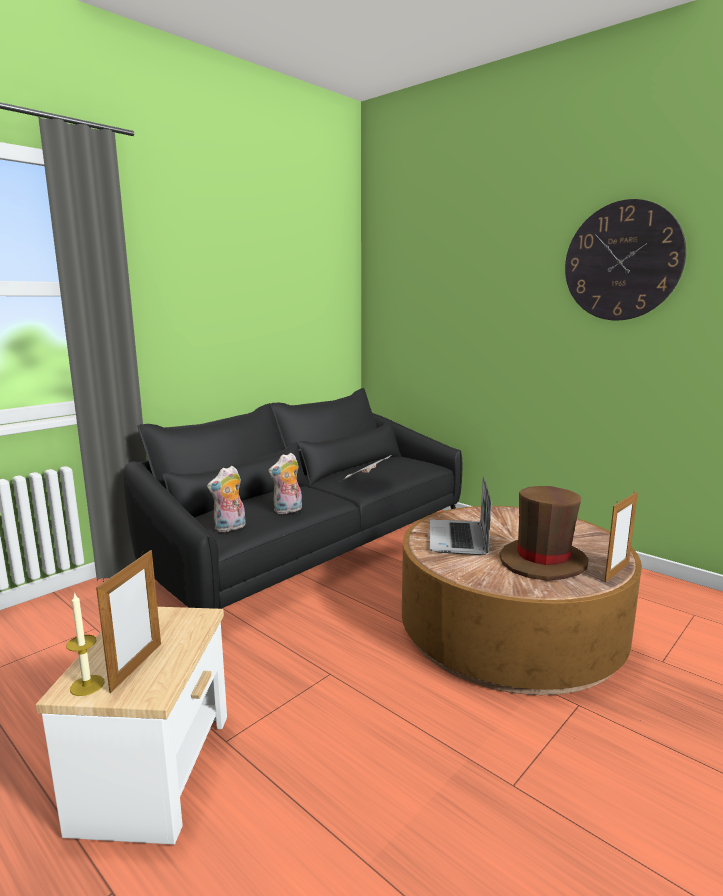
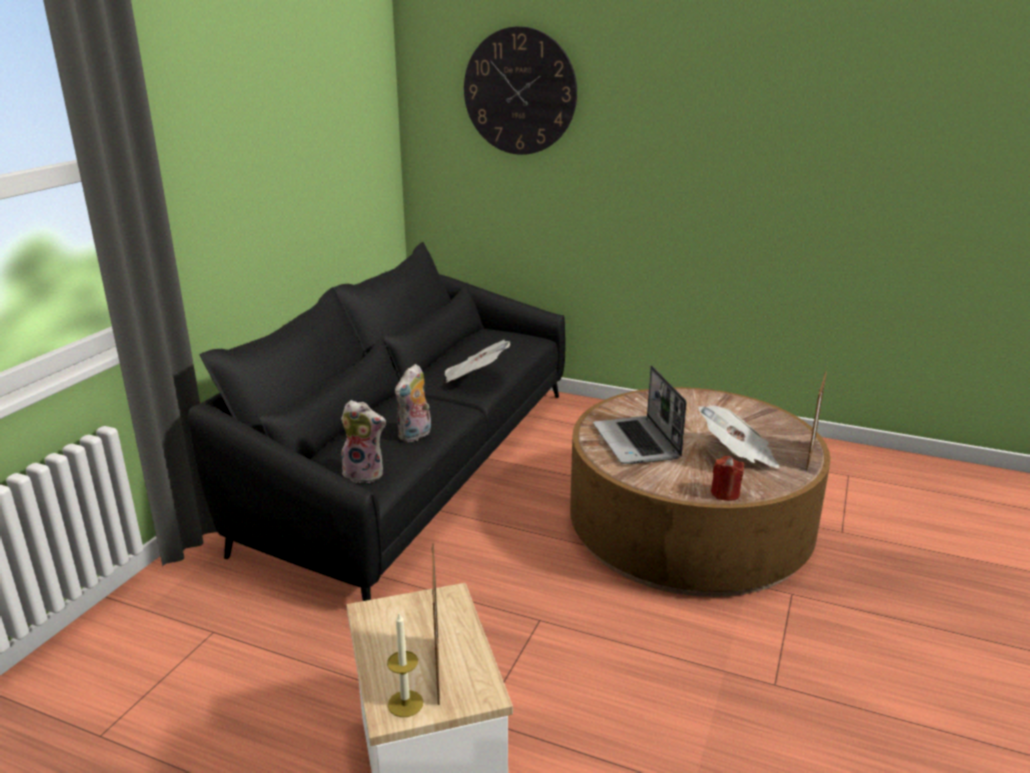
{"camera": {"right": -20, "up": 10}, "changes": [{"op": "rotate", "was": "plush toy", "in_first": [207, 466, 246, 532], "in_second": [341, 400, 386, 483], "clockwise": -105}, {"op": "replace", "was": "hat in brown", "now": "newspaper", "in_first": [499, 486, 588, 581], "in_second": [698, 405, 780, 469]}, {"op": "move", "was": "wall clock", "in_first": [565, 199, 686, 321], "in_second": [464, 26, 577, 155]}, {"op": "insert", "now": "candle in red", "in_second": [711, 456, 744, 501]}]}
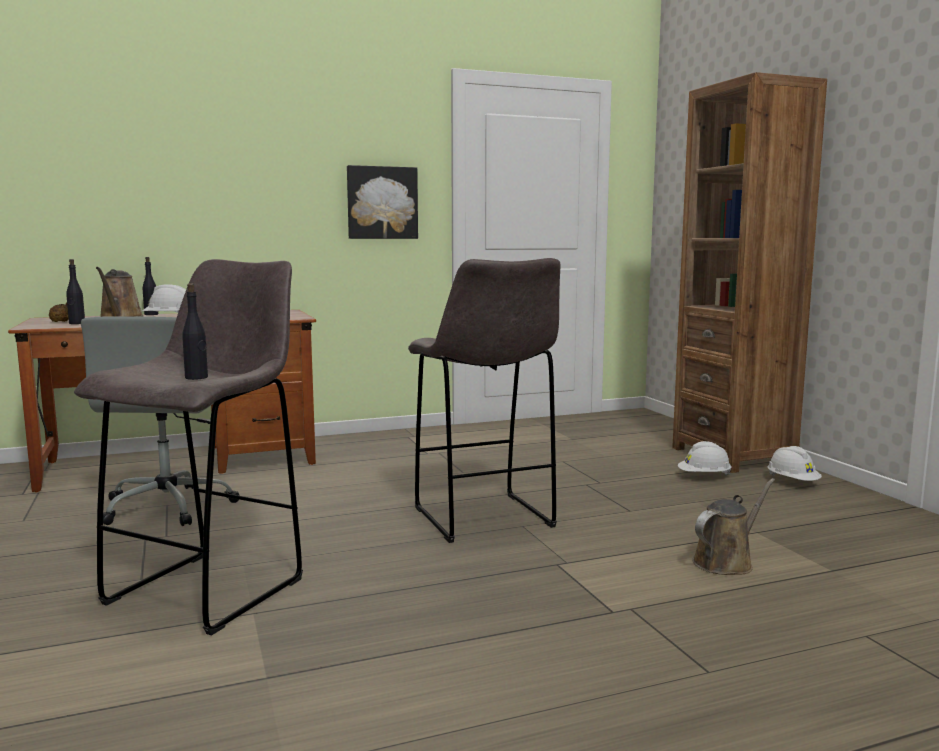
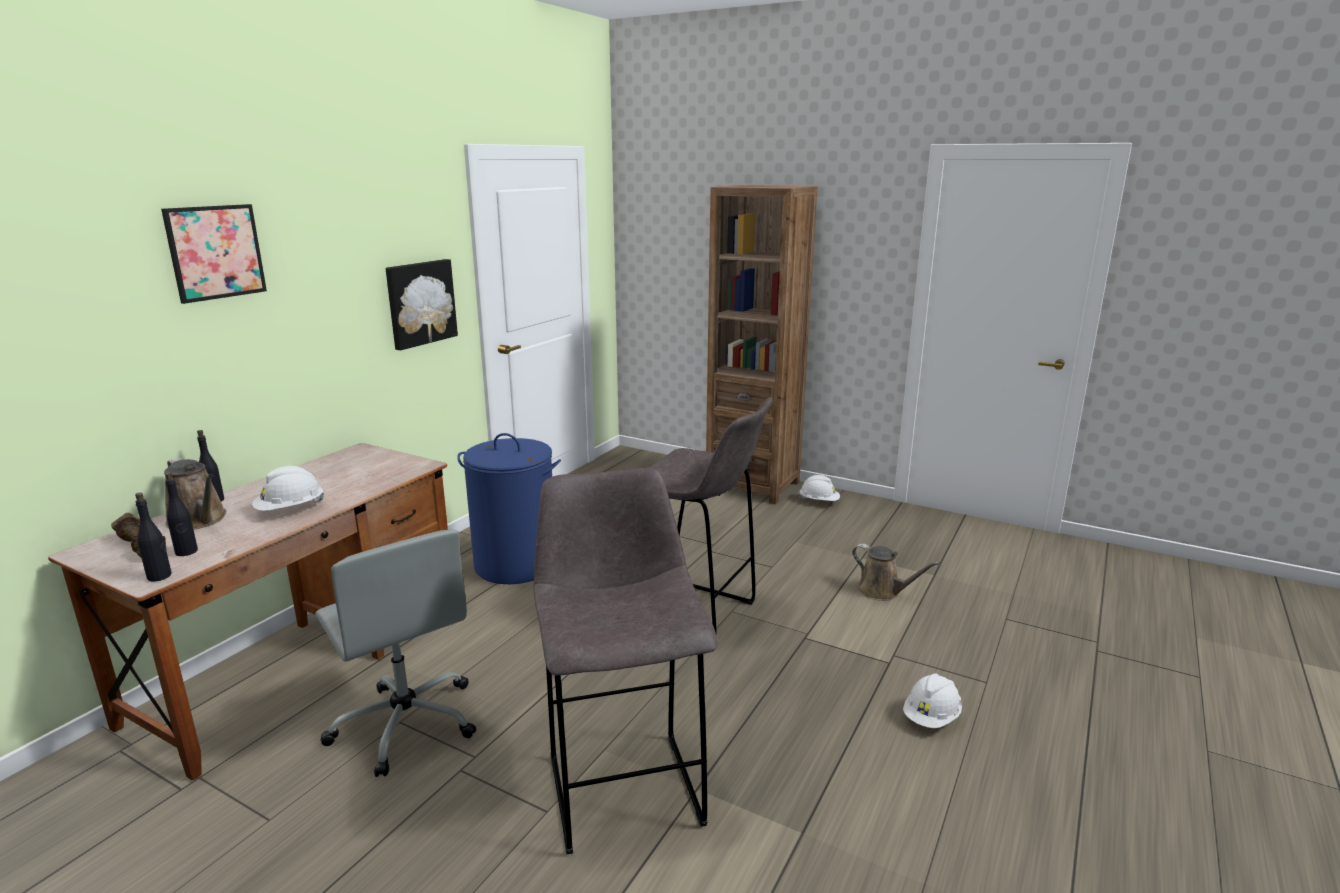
{"camera": {"right": -40, "up": 10}, "changes": [{"op": "move", "was": "bottle in black", "in_first": [182, 283, 208, 380], "in_second": [135, 492, 172, 581]}, {"op": "move", "was": "hard hat in white", "in_first": [678, 441, 732, 476], "in_second": [903, 674, 962, 728]}, {"op": "rotate", "was": "watering can in brown", "in_first": [692, 478, 775, 575], "in_second": [852, 544, 940, 601], "clockwise": 120}, {"op": "insert", "now": "picture", "in_second": [161, 204, 267, 304]}, {"op": "insert", "now": "laundry basket in blue", "in_second": [457, 433, 561, 584]}]}
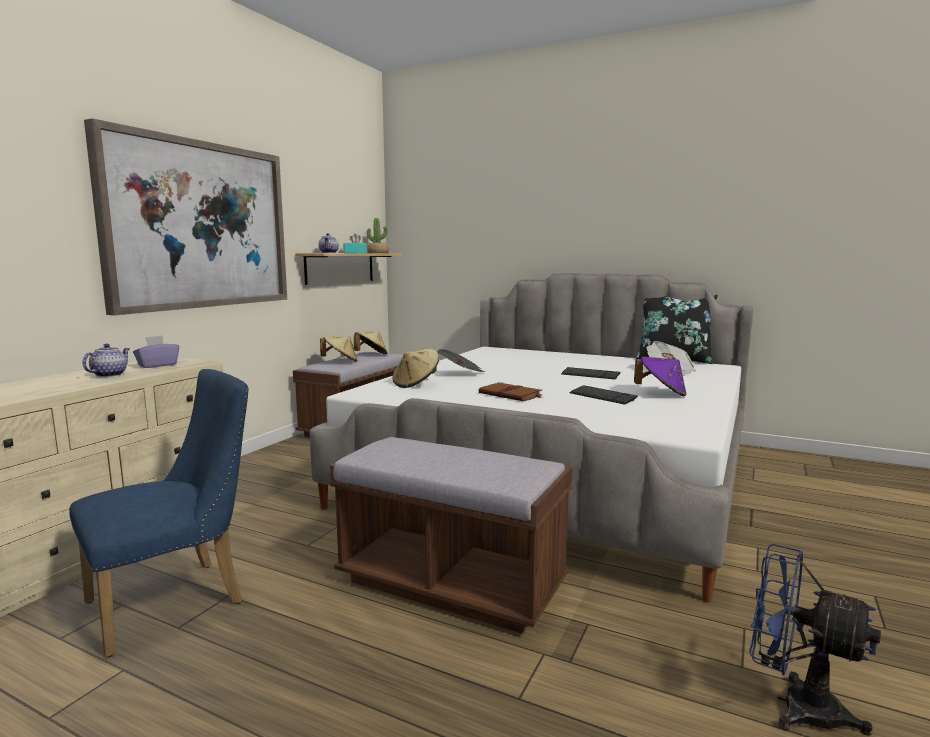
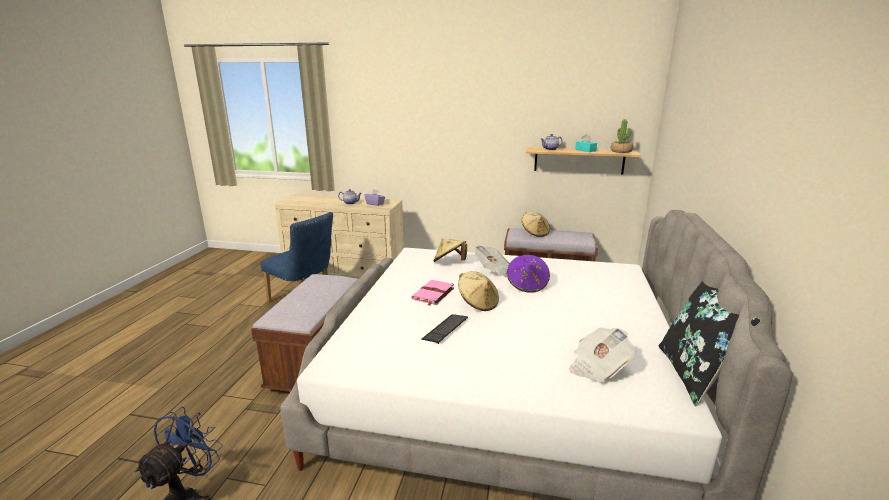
{"camera": {"right": 75, "up": 10}, "changes": [{"op": "delete", "was": "picture", "in_first": [84, 118, 287, 315]}, {"op": "move", "was": "hat in beige", "in_first": [354, 331, 388, 354], "in_second": [458, 271, 499, 311]}, {"op": "recolor", "was": "book in brown", "now": "book in pink", "in_first": [478, 382, 542, 401], "in_second": [411, 280, 454, 306]}, {"op": "delete", "was": "keyboard", "in_first": [561, 367, 620, 380]}, {"op": "move", "was": "hat in purple", "in_first": [634, 356, 687, 396], "in_second": [507, 255, 550, 293]}]}
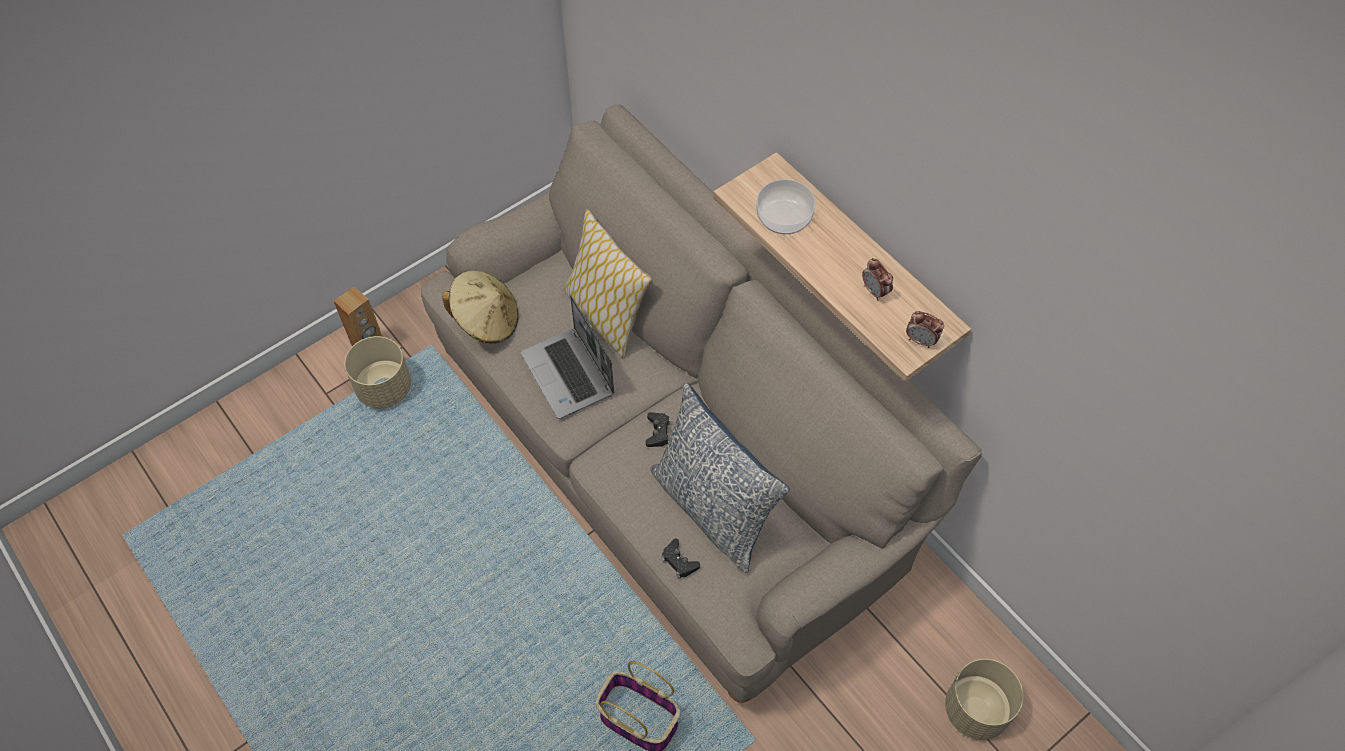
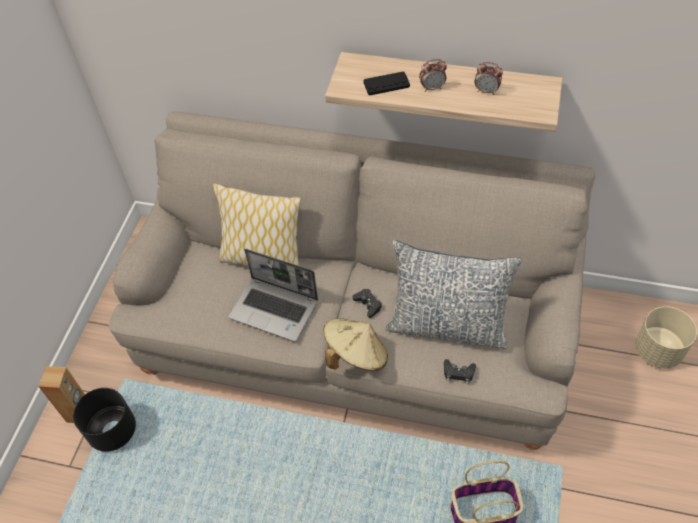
{"camera": {"right": -35, "up": -5}, "changes": [{"op": "recolor", "was": "planter in beige", "now": "planter in black", "in_first": [344, 336, 411, 408], "in_second": [73, 388, 136, 452]}, {"op": "move", "was": "hat in beige", "in_first": [442, 270, 519, 343], "in_second": [323, 318, 388, 371]}, {"op": "replace", "was": "bowl", "now": "game controller in black", "in_first": [756, 179, 816, 234], "in_second": [363, 72, 410, 95]}, {"op": "move", "was": "alarm clock", "in_first": [906, 311, 944, 348], "in_second": [419, 59, 447, 92]}]}
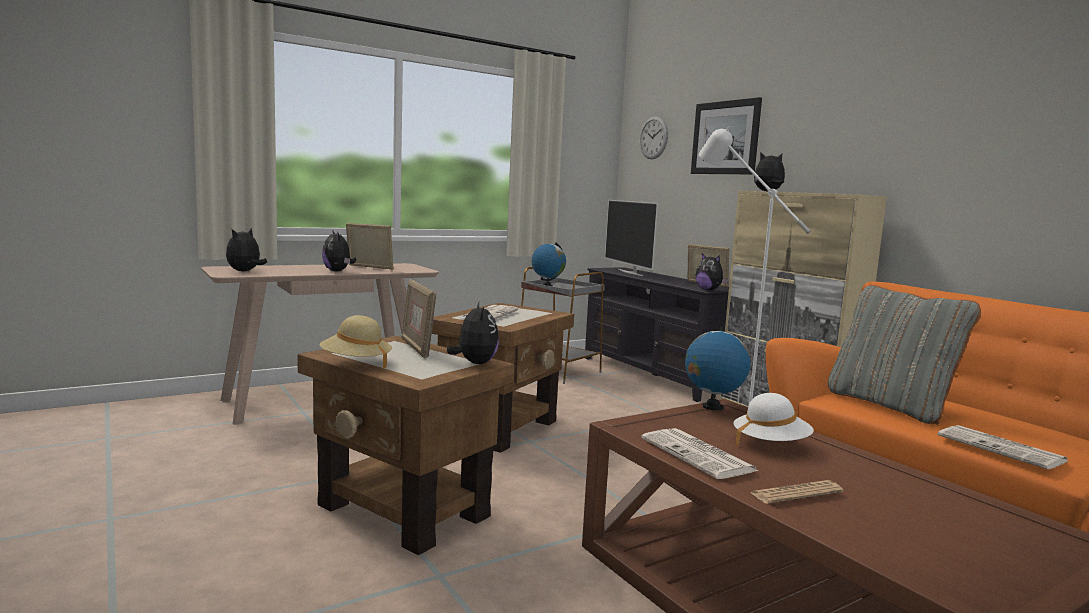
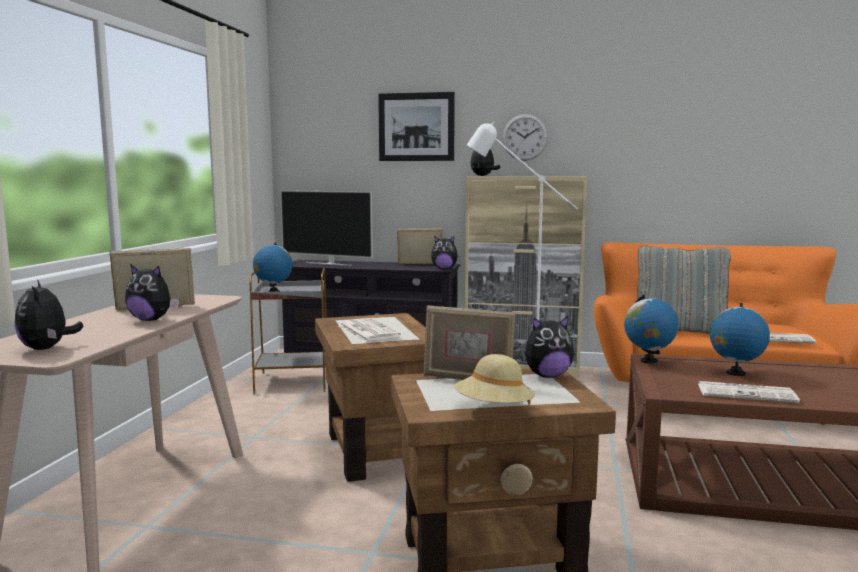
{"camera": {"right": -45, "up": 0}, "changes": [{"op": "rotate", "was": "plush toy", "in_first": [447, 301, 499, 364], "in_second": [525, 316, 574, 378], "clockwise": 135}, {"op": "move", "was": "wall clock", "in_first": [639, 116, 668, 159], "in_second": [502, 114, 548, 161]}, {"op": "replace", "was": "hat in white", "now": "globe", "in_first": [733, 393, 814, 447], "in_second": [710, 303, 770, 376]}, {"op": "delete", "was": "newspaper", "in_first": [751, 480, 844, 504]}]}
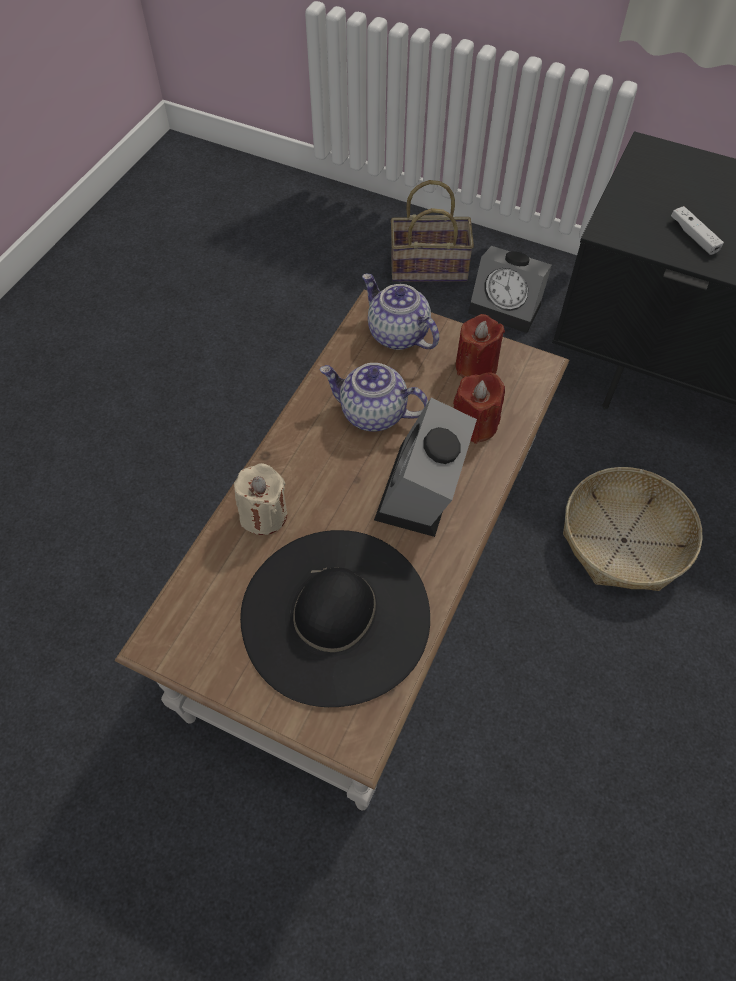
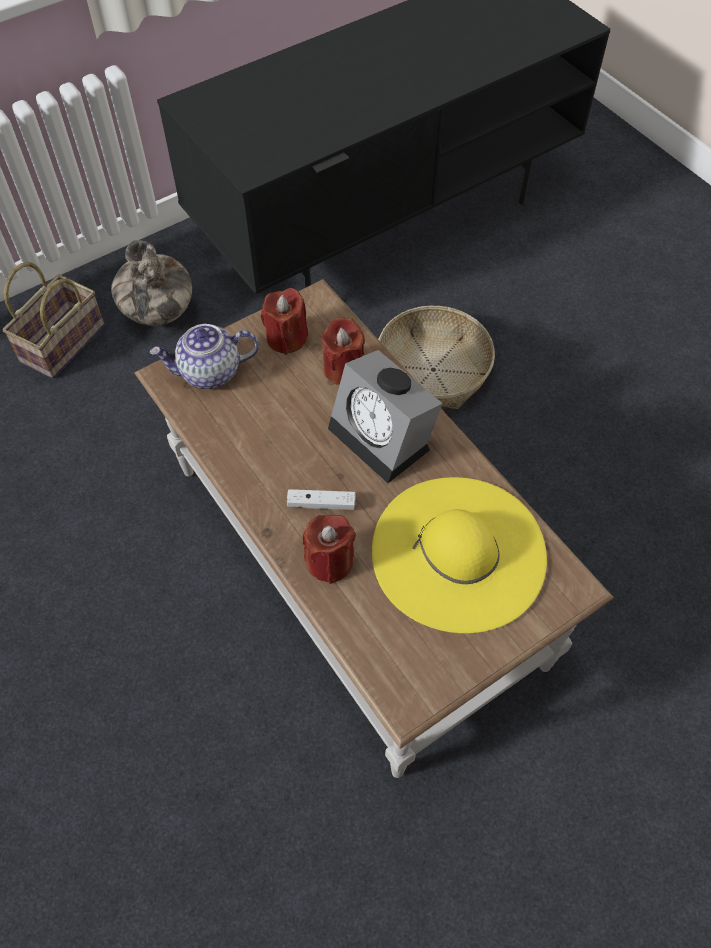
{"camera": {"right": -60, "up": 0}, "changes": [{"op": "recolor", "was": "candle in beige", "now": "candle in red", "in_first": [234, 463, 287, 535], "in_second": [303, 515, 356, 584]}, {"op": "recolor", "was": "hat in black", "now": "hat in yellow", "in_first": [240, 530, 430, 707], "in_second": [372, 477, 547, 633]}, {"op": "delete", "was": "teapot", "in_first": [319, 363, 428, 432]}, {"op": "replace", "was": "alarm clock", "now": "vase", "in_first": [468, 246, 552, 333], "in_second": [111, 240, 192, 326]}, {"op": "move", "was": "game controller in white", "in_first": [671, 206, 724, 255], "in_second": [287, 489, 356, 510]}]}
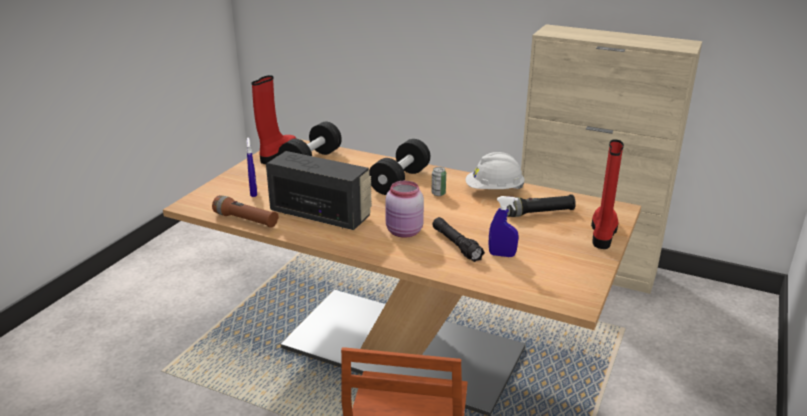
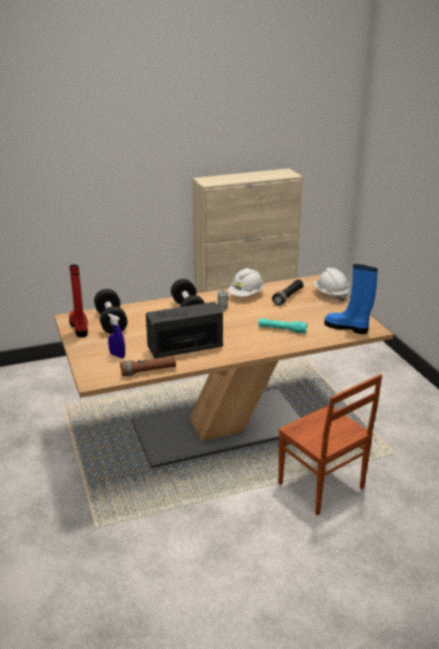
{"camera": {"right": -45, "up": 0}, "changes": [{"op": "delete", "was": "jar in pink", "in_first": [385, 181, 424, 238]}, {"op": "recolor", "was": "flashlight in black", "now": "flashlight in turquoise", "in_first": [432, 217, 485, 262], "in_second": [259, 318, 307, 334]}, {"op": "delete", "was": "spray bottle in blue", "in_first": [489, 196, 519, 257]}, {"op": "replace", "was": "boot in red", "now": "hard hat in white", "in_first": [591, 140, 624, 249], "in_second": [313, 268, 349, 302]}, {"op": "insert", "now": "boot in blue", "in_second": [324, 264, 378, 334]}]}
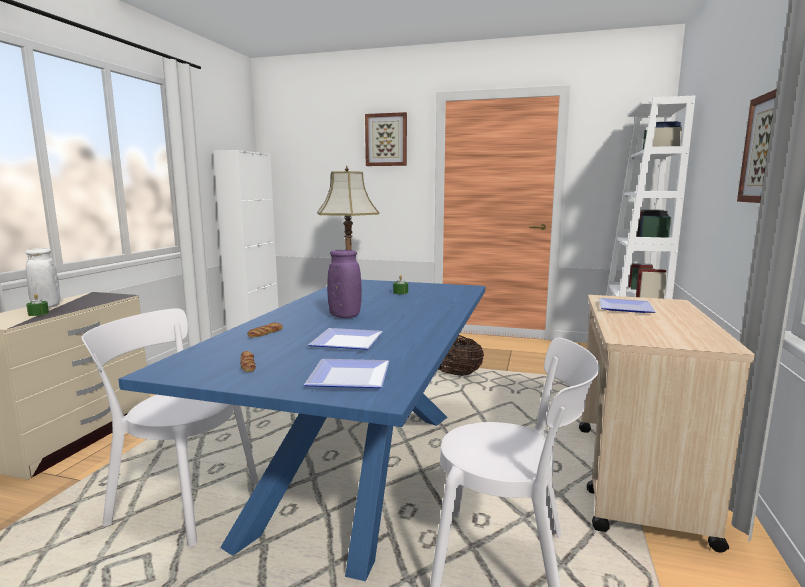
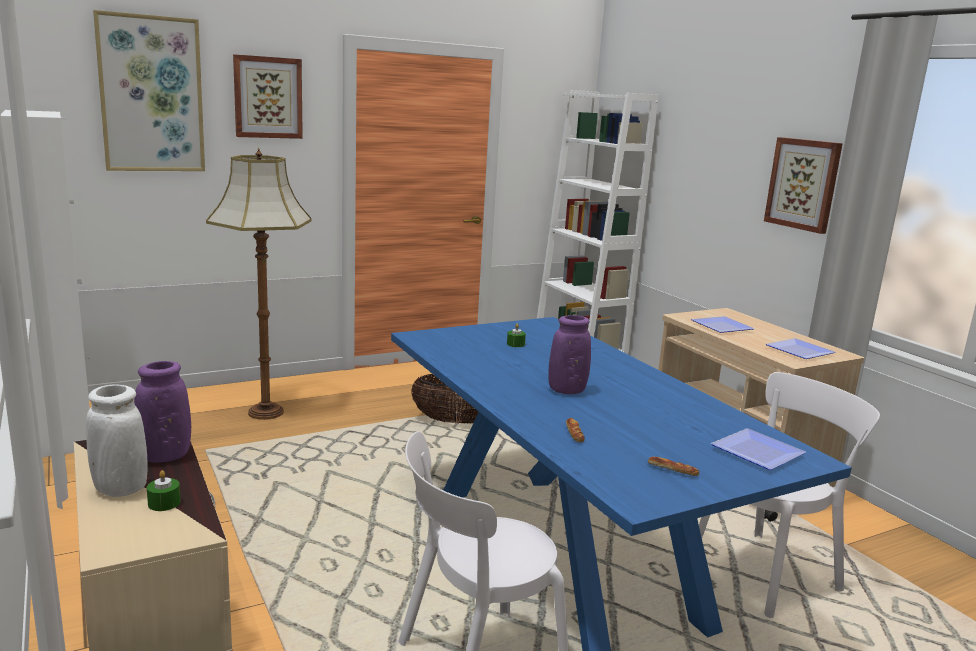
{"camera": {"right": -45, "up": 5}, "changes": [{"op": "move", "was": "plate", "in_first": [308, 328, 383, 350], "in_second": [766, 338, 836, 359]}, {"op": "insert", "now": "picture", "in_second": [93, 10, 205, 171]}, {"op": "insert", "now": "vase in purple", "in_second": [134, 361, 191, 463]}]}
